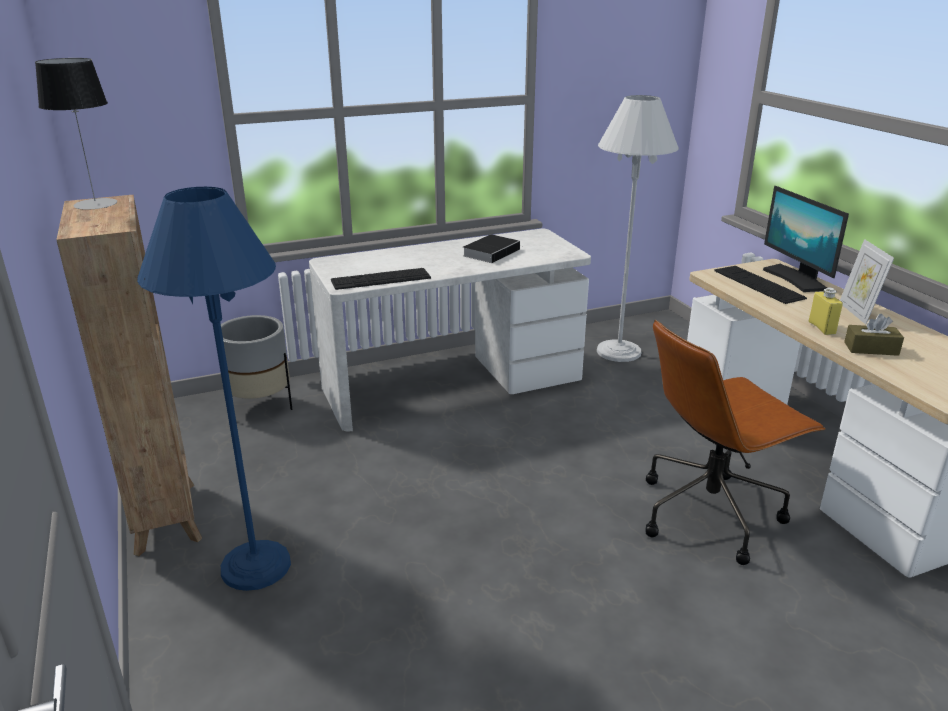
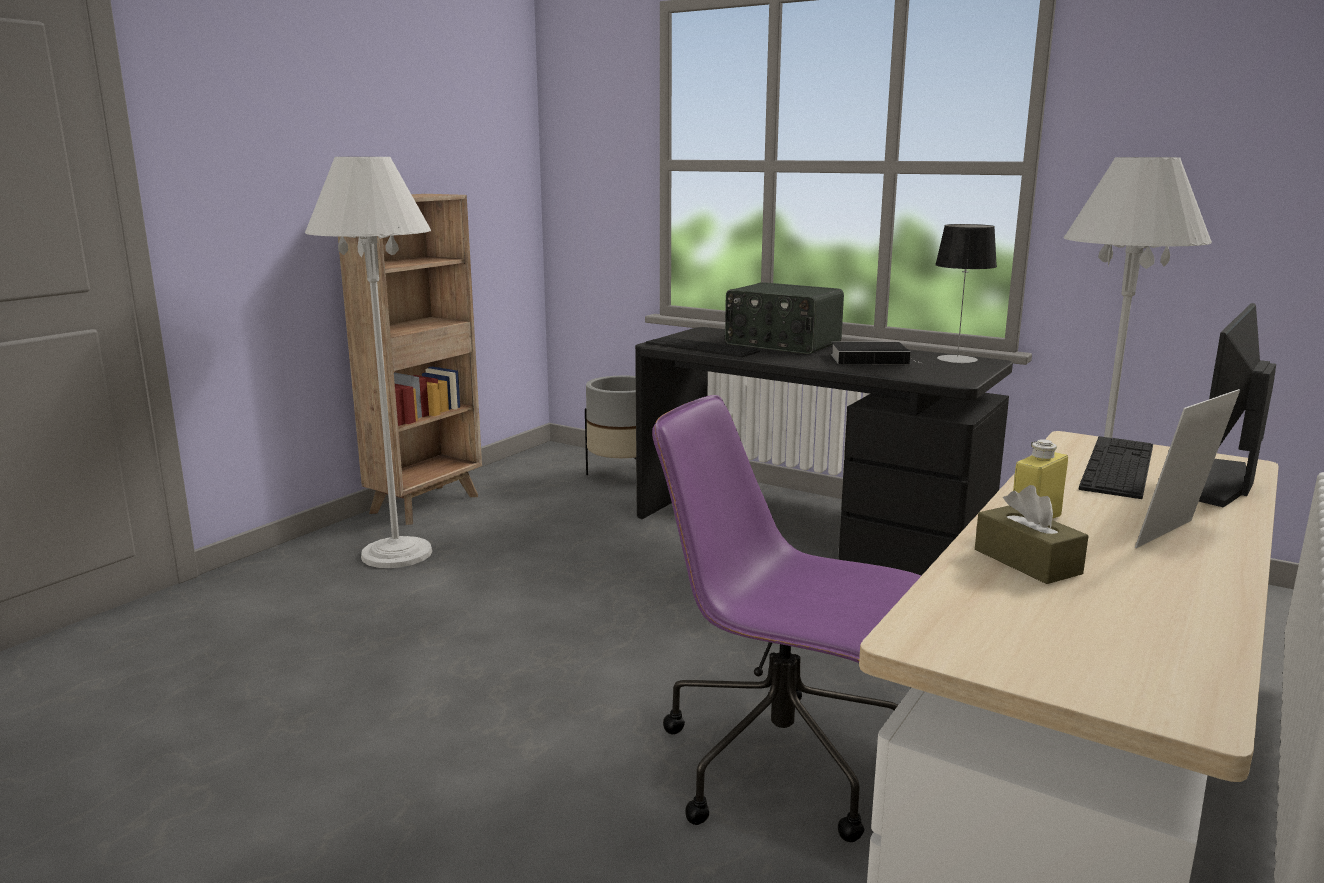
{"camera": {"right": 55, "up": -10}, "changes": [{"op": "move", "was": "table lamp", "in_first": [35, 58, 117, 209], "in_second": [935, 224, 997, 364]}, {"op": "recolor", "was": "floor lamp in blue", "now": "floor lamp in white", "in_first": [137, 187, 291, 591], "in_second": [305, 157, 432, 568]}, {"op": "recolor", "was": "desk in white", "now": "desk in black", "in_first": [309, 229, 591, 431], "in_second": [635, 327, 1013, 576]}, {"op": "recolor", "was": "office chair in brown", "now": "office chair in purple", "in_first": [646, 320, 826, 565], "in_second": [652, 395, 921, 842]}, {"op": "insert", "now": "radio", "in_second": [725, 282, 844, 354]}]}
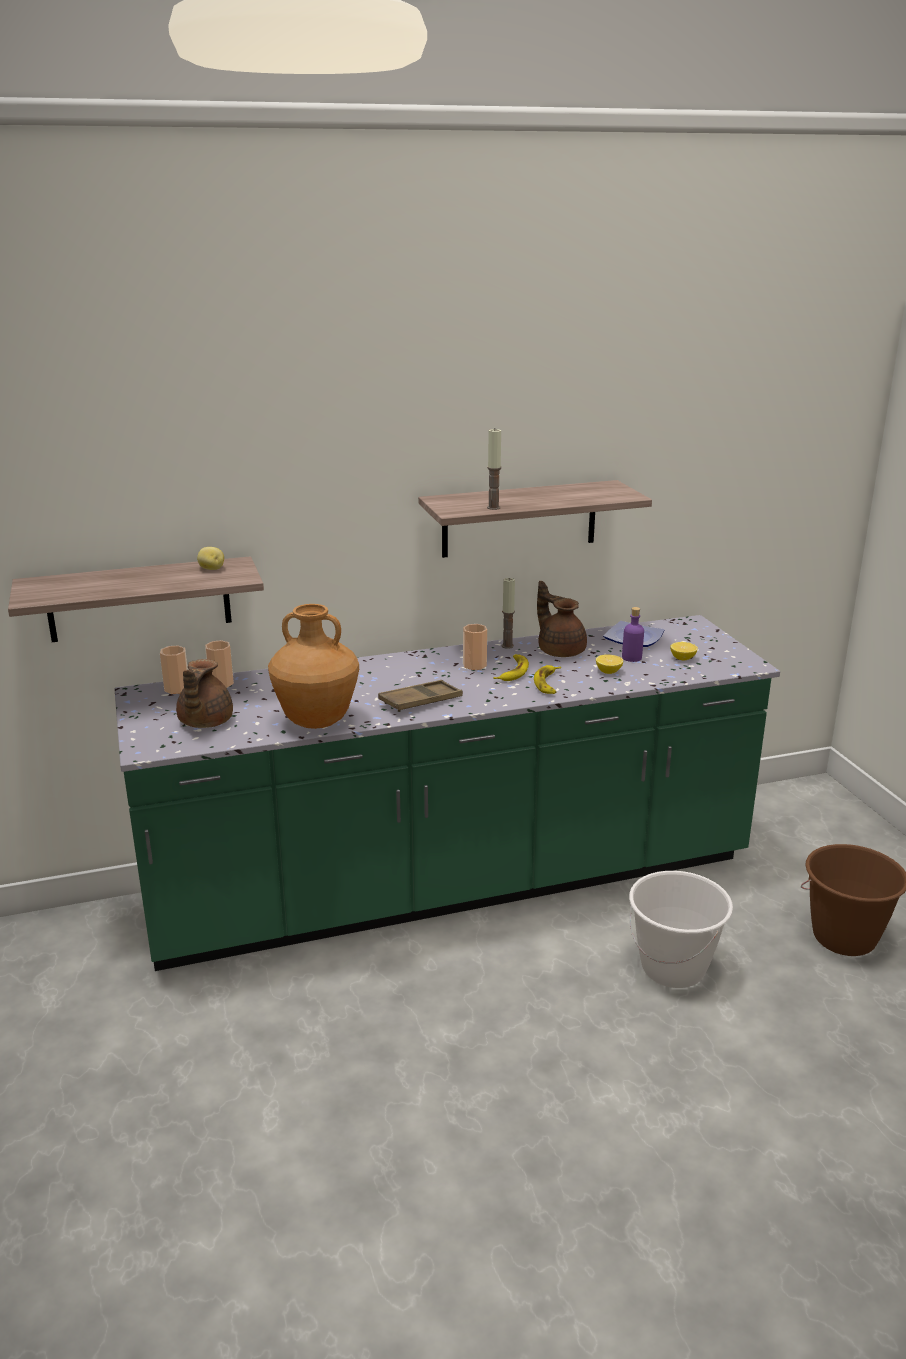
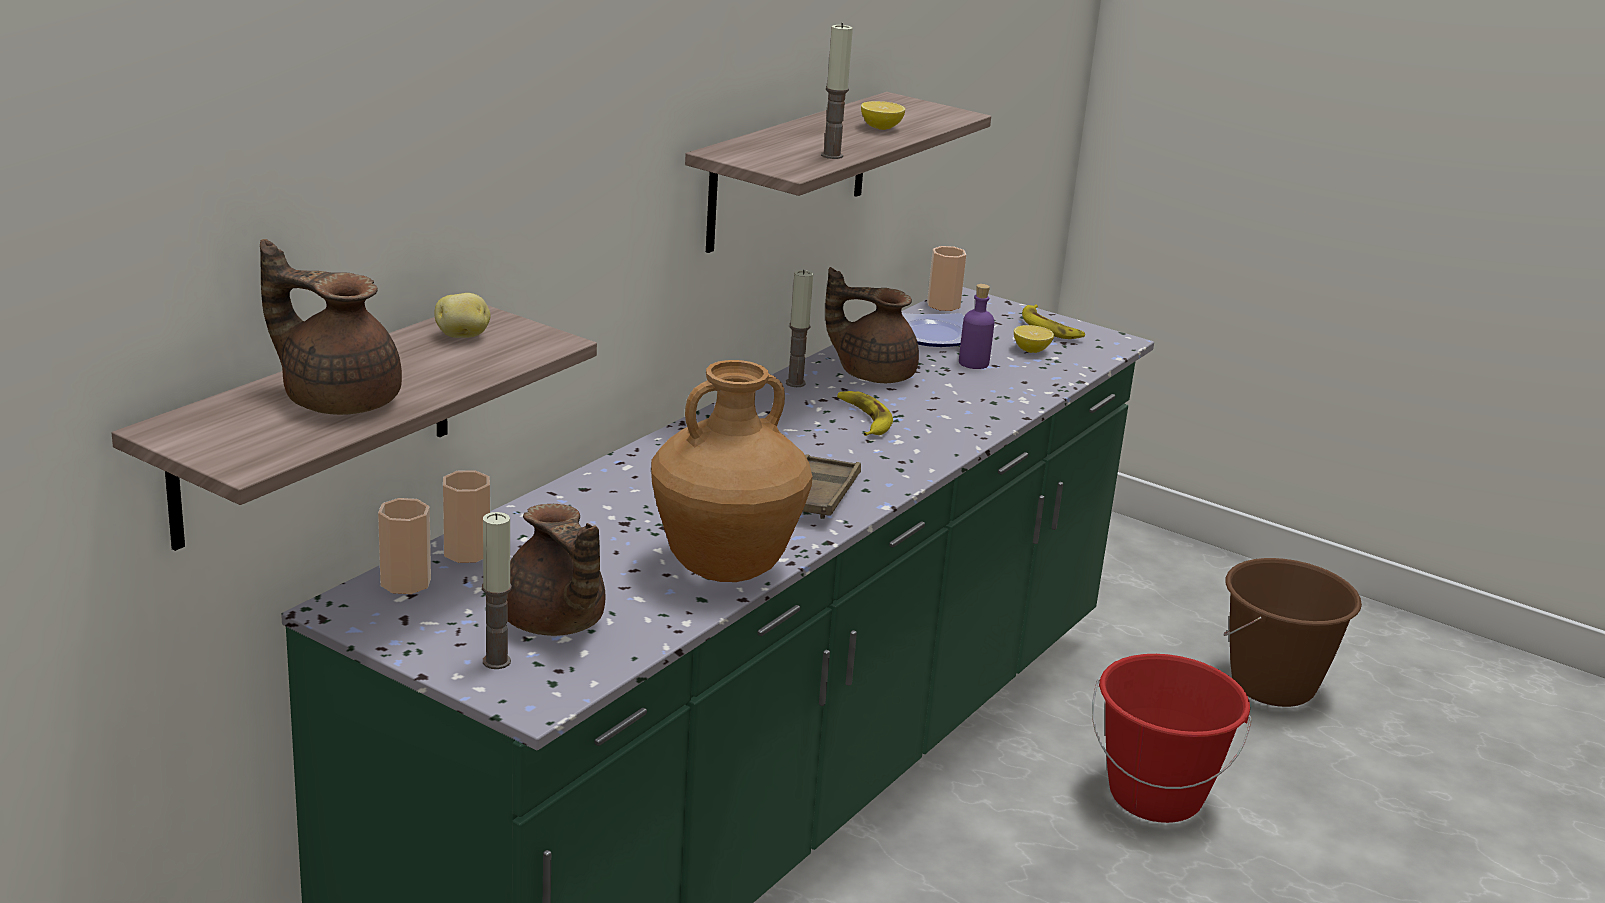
{"camera": {"right": -40, "up": 0}, "changes": [{"op": "move", "was": "cup", "in_first": [463, 624, 487, 670], "in_second": [927, 246, 966, 311]}, {"op": "move", "was": "banana", "in_first": [534, 665, 561, 694], "in_second": [1022, 305, 1085, 339]}, {"op": "move", "was": "lemon", "in_first": [596, 655, 623, 674], "in_second": [861, 101, 905, 130]}, {"op": "recolor", "was": "bucket in white", "now": "bucket in red", "in_first": [629, 871, 733, 988], "in_second": [1092, 654, 1252, 823]}, {"op": "insert", "now": "teapot in brown", "in_second": [260, 239, 402, 415]}, {"op": "insert", "now": "candle", "in_second": [482, 512, 512, 669]}]}
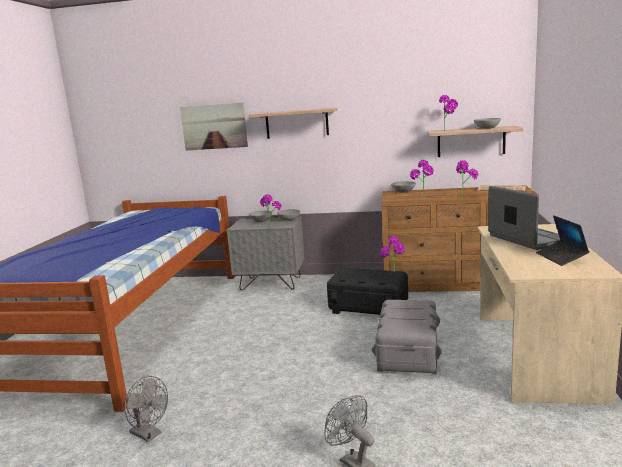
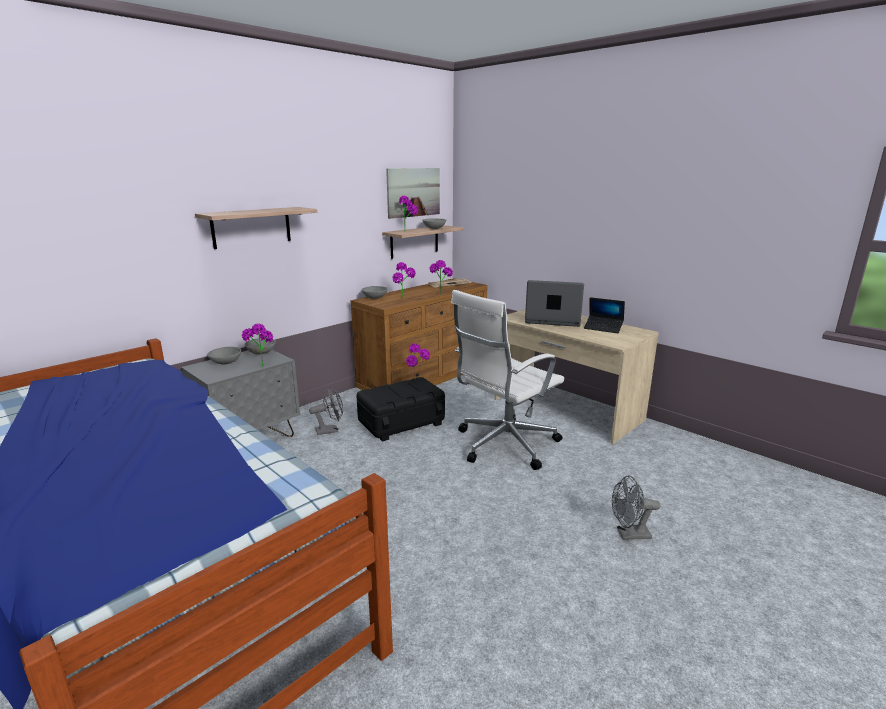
{"camera": {"right": -55, "up": 5}, "changes": [{"op": "move", "was": "fan in grey", "in_first": [124, 376, 168, 442], "in_second": [309, 387, 343, 435]}, {"op": "move", "was": "picture", "in_first": [180, 102, 248, 150], "in_second": [386, 168, 440, 219]}, {"op": "replace", "was": "storage box in grey", "now": "office chair in white", "in_first": [372, 300, 442, 374], "in_second": [451, 290, 564, 470]}]}
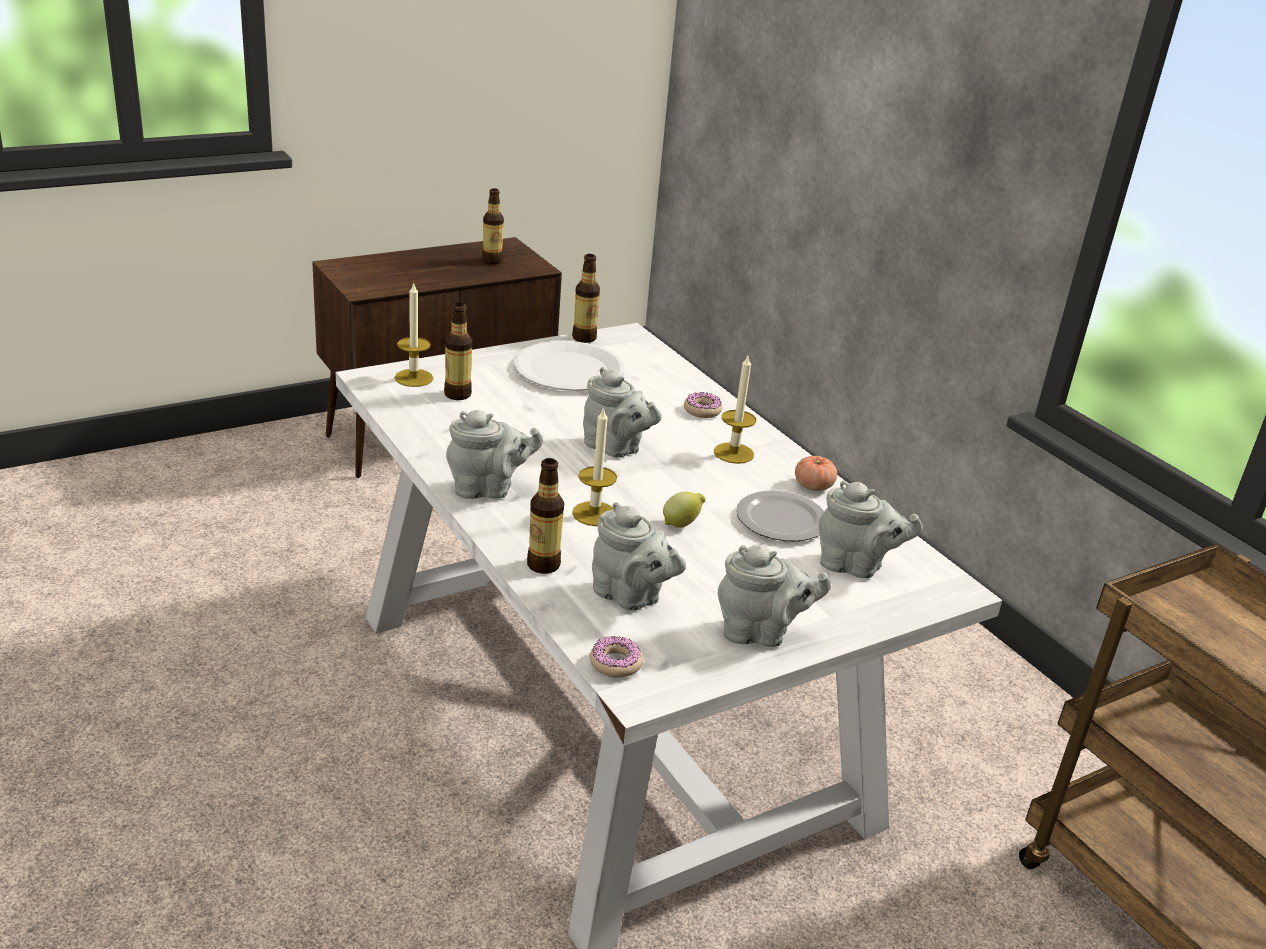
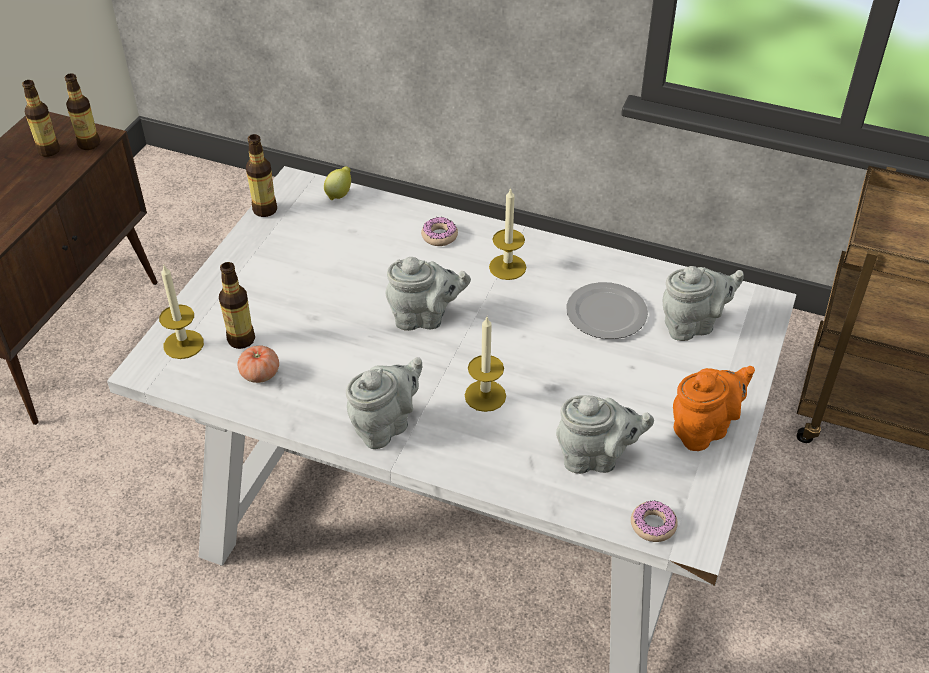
{"camera": {"right": -35, "up": 15}, "changes": [{"op": "delete", "was": "plate in white", "in_first": [514, 341, 624, 391]}, {"op": "move", "was": "bottle", "in_first": [527, 458, 564, 574], "in_second": [65, 73, 100, 150]}, {"op": "move", "was": "lemon", "in_first": [663, 491, 706, 528], "in_second": [324, 167, 351, 200]}, {"op": "recolor", "was": "teapot in grey", "now": "teapot in orange", "in_first": [718, 545, 831, 647], "in_second": [673, 366, 755, 451]}, {"op": "move", "was": "tomato", "in_first": [795, 456, 837, 491], "in_second": [237, 345, 279, 383]}]}
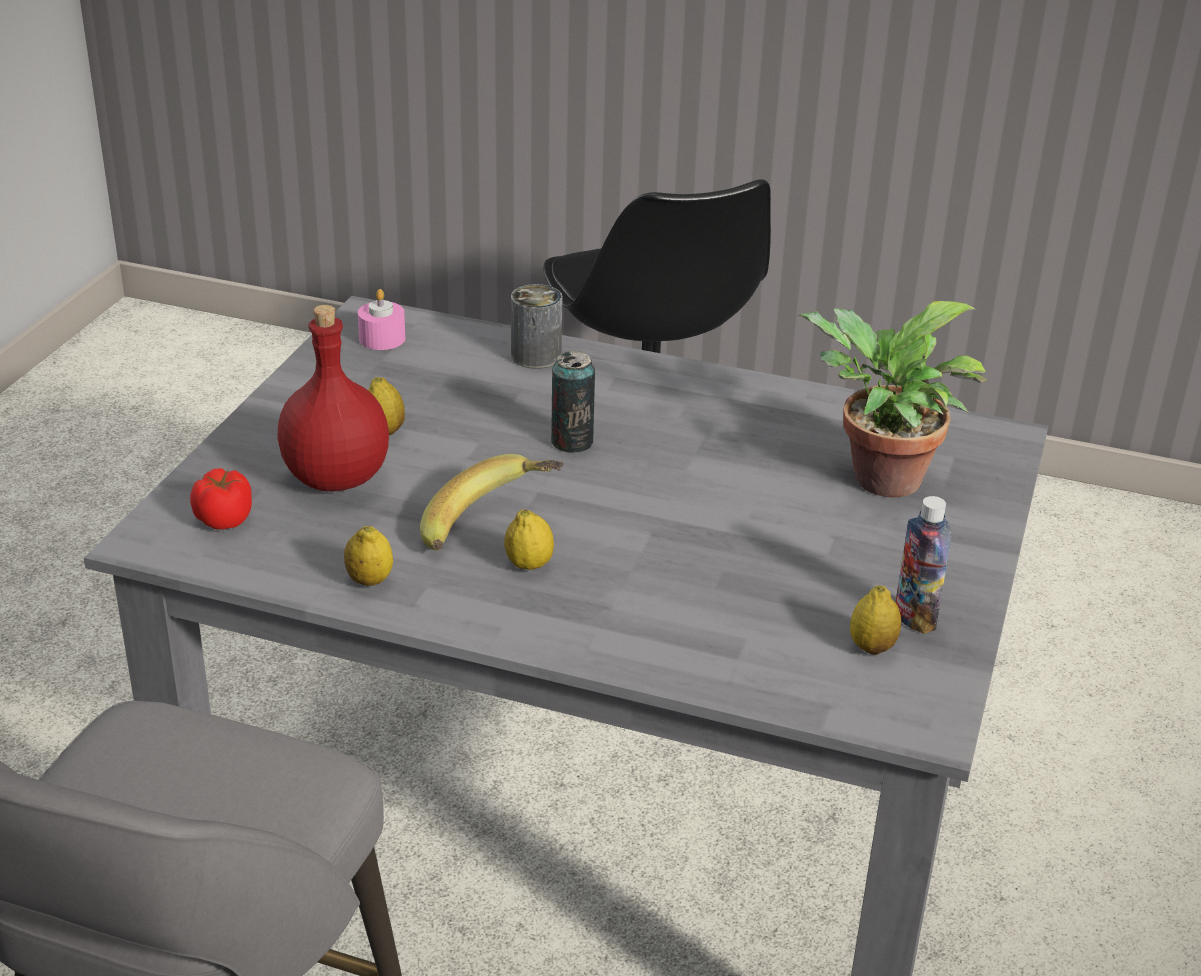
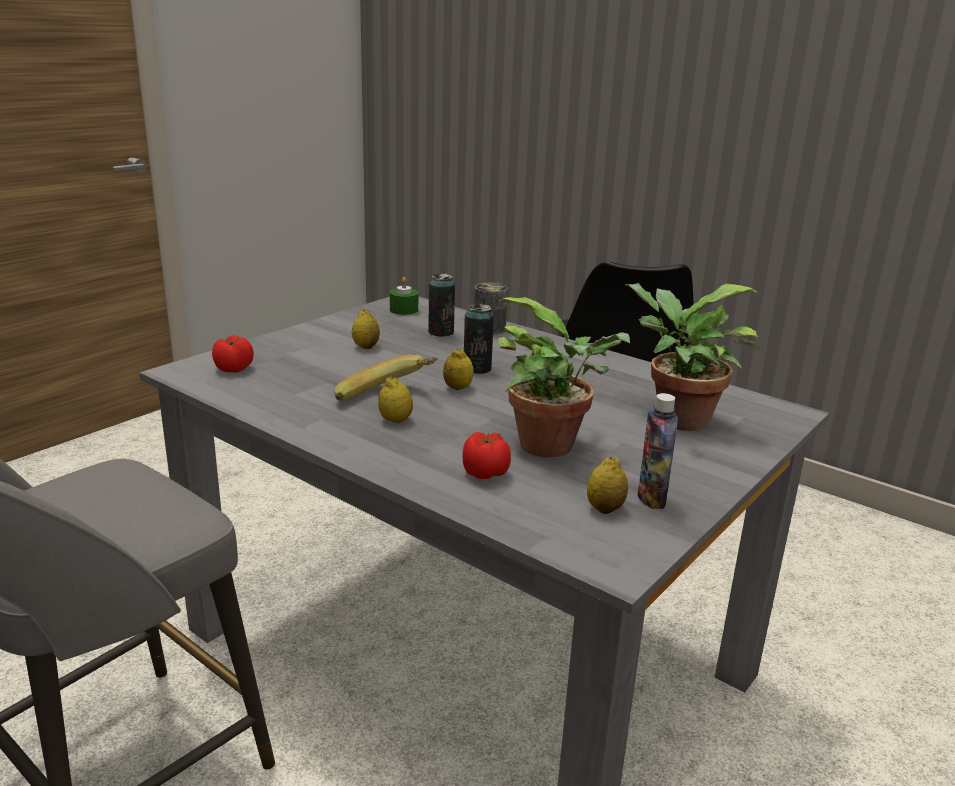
{"camera": {"right": 20, "up": -10}, "changes": [{"op": "delete", "was": "bottle in red", "in_first": [277, 305, 389, 491]}, {"op": "move", "was": "lemon", "in_first": [344, 526, 393, 586], "in_second": [443, 349, 474, 390]}, {"op": "recolor", "was": "candle in pink", "now": "candle in green", "in_first": [358, 289, 405, 350], "in_second": [390, 277, 418, 315]}, {"op": "insert", "now": "can", "in_second": [428, 273, 455, 337]}, {"op": "insert", "now": "tomato", "in_second": [463, 432, 511, 479]}, {"op": "insert", "now": "potted plant", "in_second": [498, 297, 630, 458]}]}
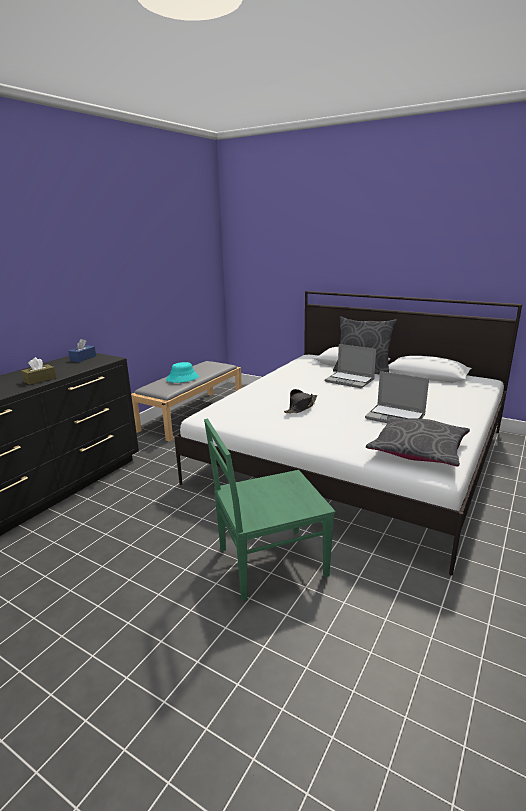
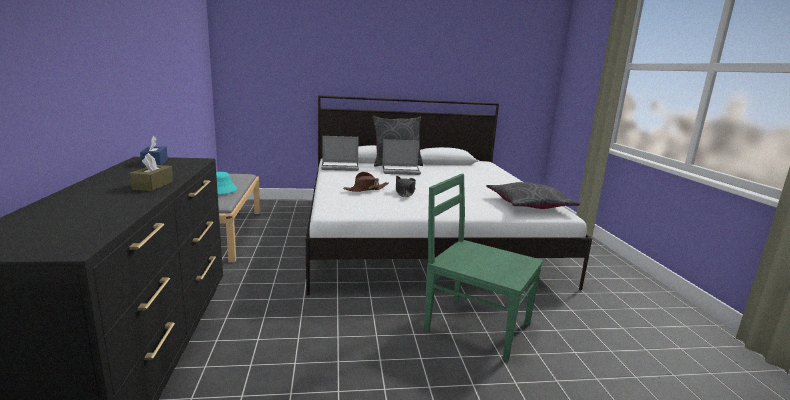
{"camera": {"right": -40, "up": -5}, "changes": [{"op": "rotate", "was": "chair in green", "in_first": [204, 419, 335, 601], "in_second": [424, 174, 543, 362], "clockwise": 90}, {"op": "move", "was": "laptop", "in_first": [365, 371, 429, 423], "in_second": [321, 136, 359, 171]}, {"op": "insert", "now": "hat in brown", "in_second": [343, 172, 388, 192]}]}
